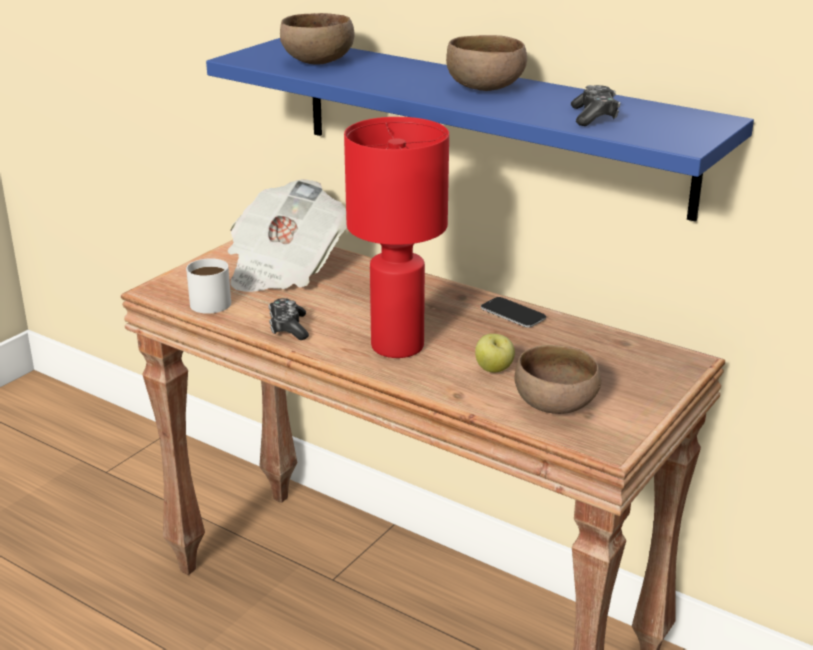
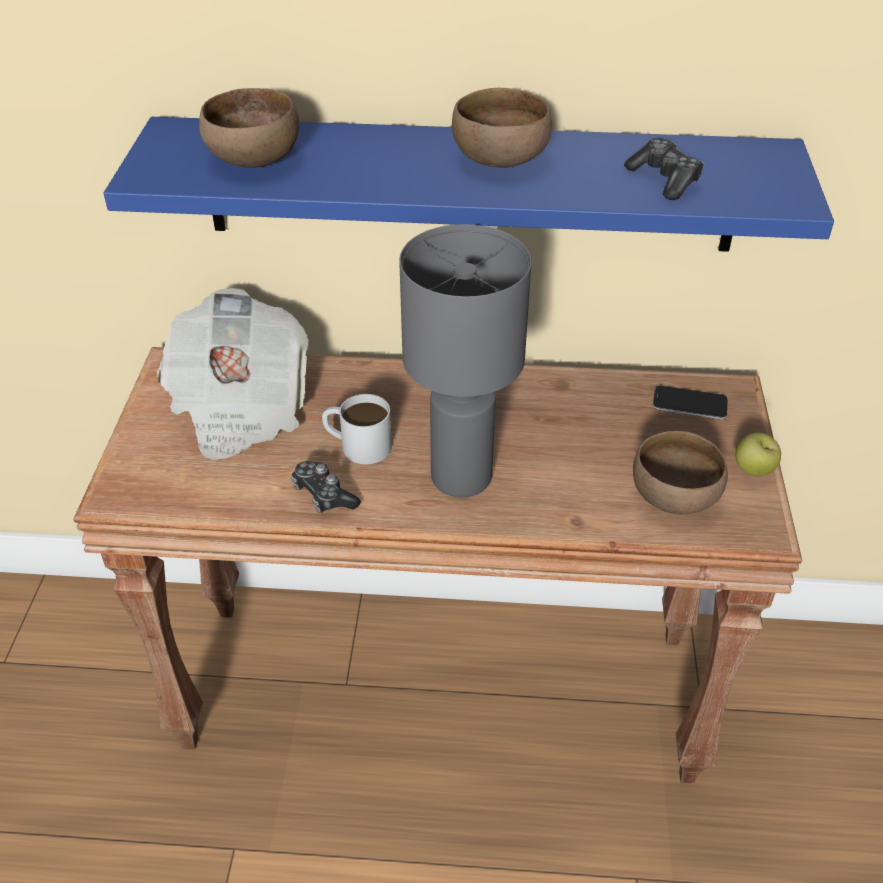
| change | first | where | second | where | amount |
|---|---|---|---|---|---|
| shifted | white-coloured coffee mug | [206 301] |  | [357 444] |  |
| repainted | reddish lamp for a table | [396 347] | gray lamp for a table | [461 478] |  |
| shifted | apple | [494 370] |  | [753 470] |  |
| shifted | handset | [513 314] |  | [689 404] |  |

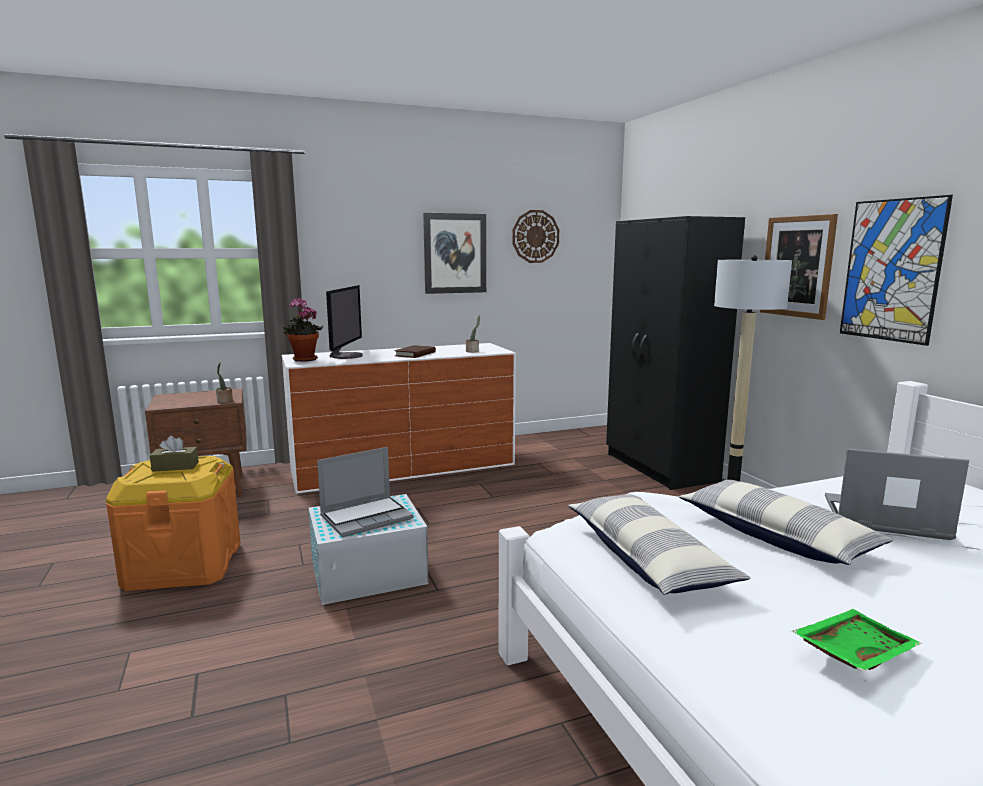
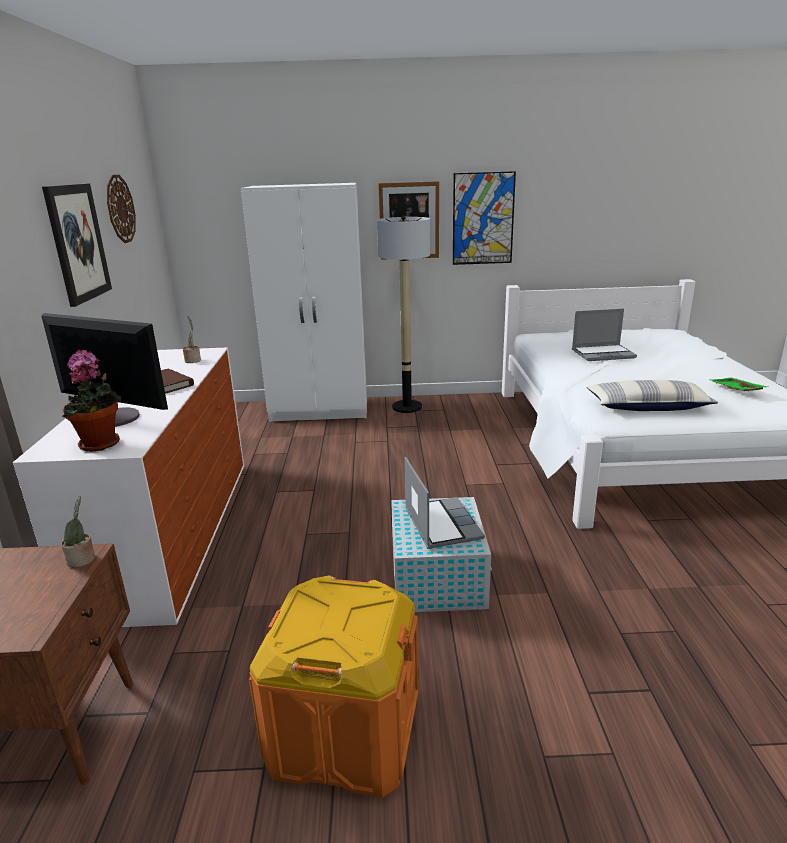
| change | first | where | second | where | amount |
|---|---|---|---|---|---|
| gone | brown-coloured box of tissues | [175 466] |  |  |  |
| repainted | black armoire | [660 468] | white-coloured armoire | [320 410] |  |
| gone | cushion | [776 536] |  |  |  |
| rotated | notebook computer | [883 519] |  | [603 354] | 135 degrees counterclockwise |

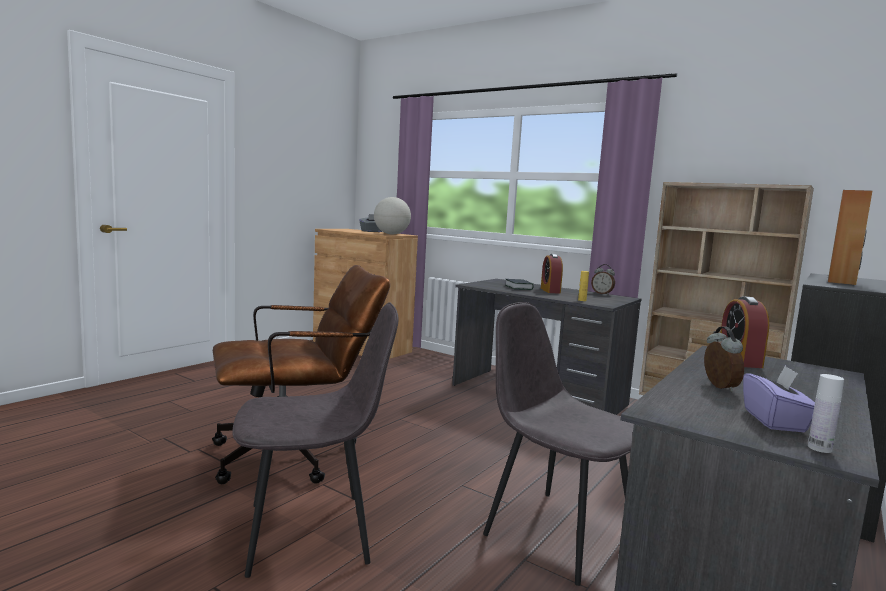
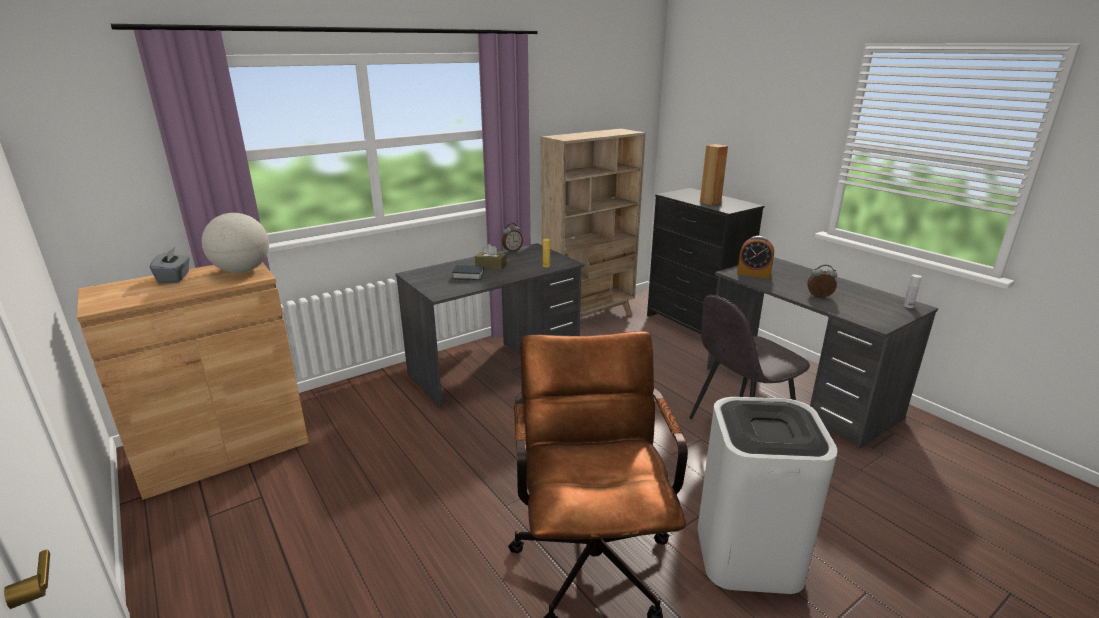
| change | first | where | second | where | amount |
|---|---|---|---|---|---|
| swapped | gray upright chair | [312 532] | white-coloured rubbish bin | [748 553] |  |
| swapped | alarm clock | [550 290] | brown-coloured box of tissues | [491 266] |  |
| gone | purple box of tissues | [775 421] |  |  |  |

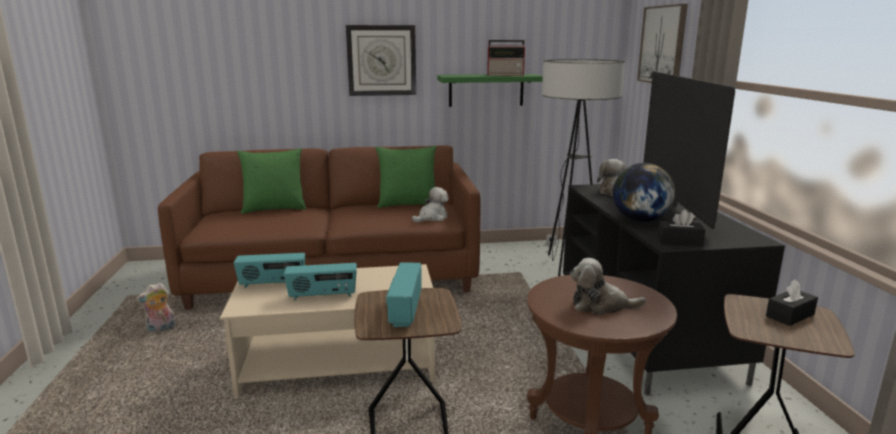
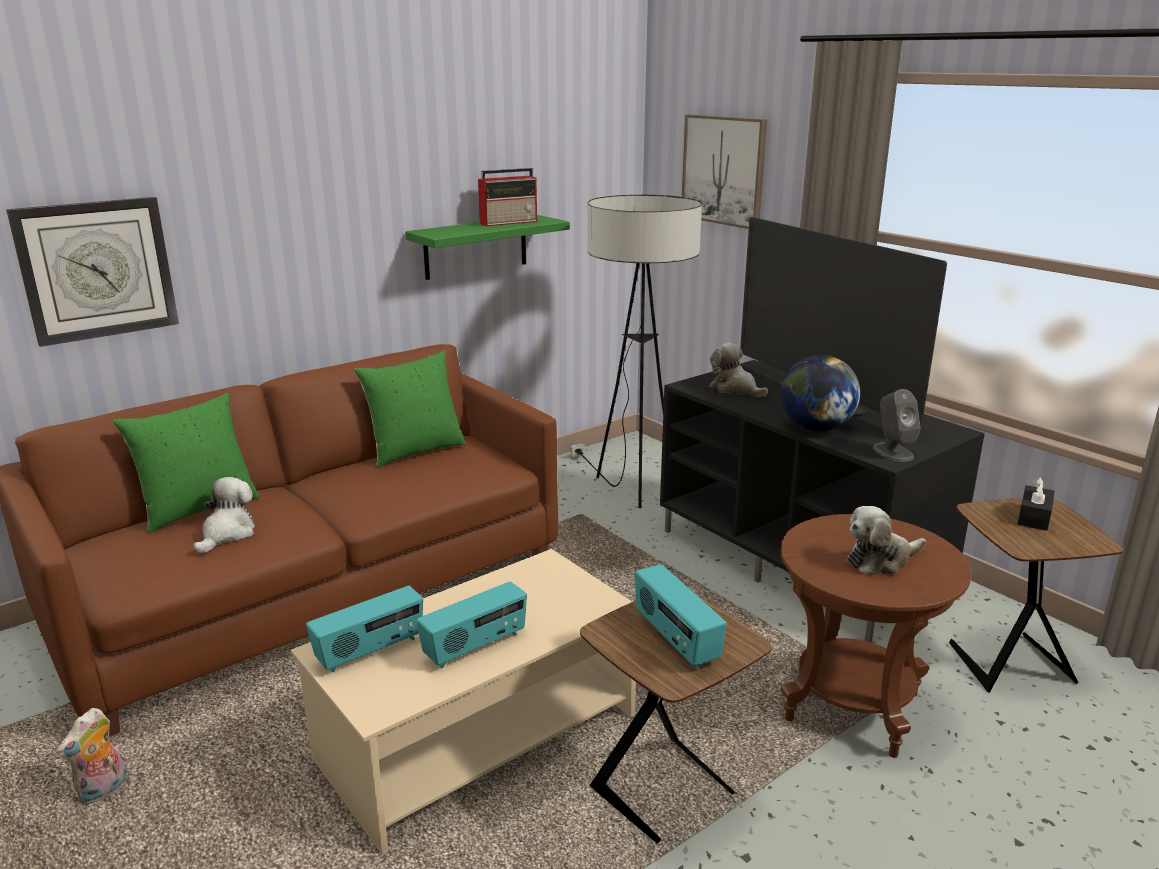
| change | first | where | second | where | amount |
|---|---|---|---|---|---|
| shifted | wall clock | [381 60] |  | [97 269] |  |
| shifted | plush toy | [432 218] |  | [227 534] |  |
| swapped | black box of tissues | [679 241] | gray loudspeaker | [892 452] |  |

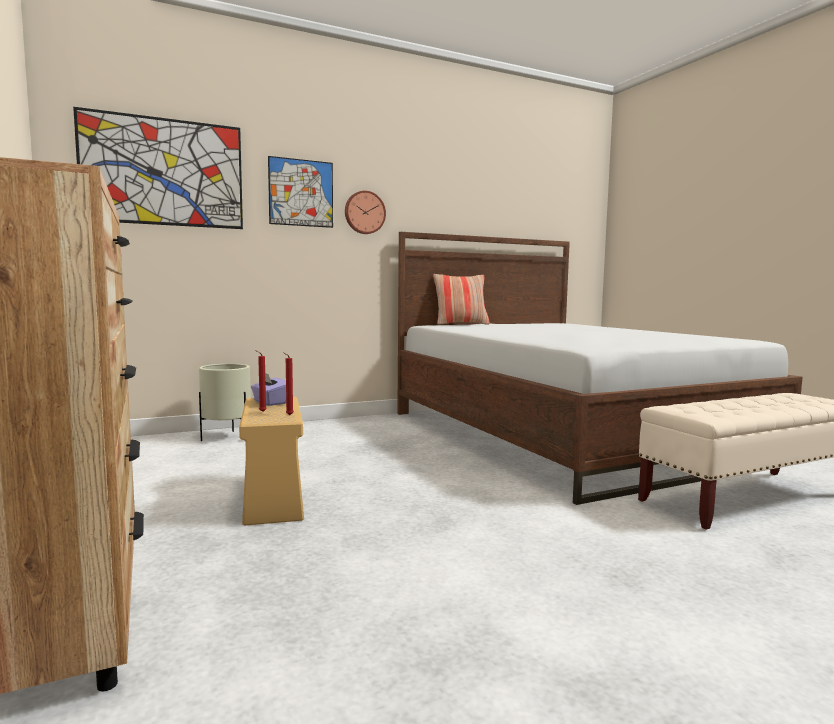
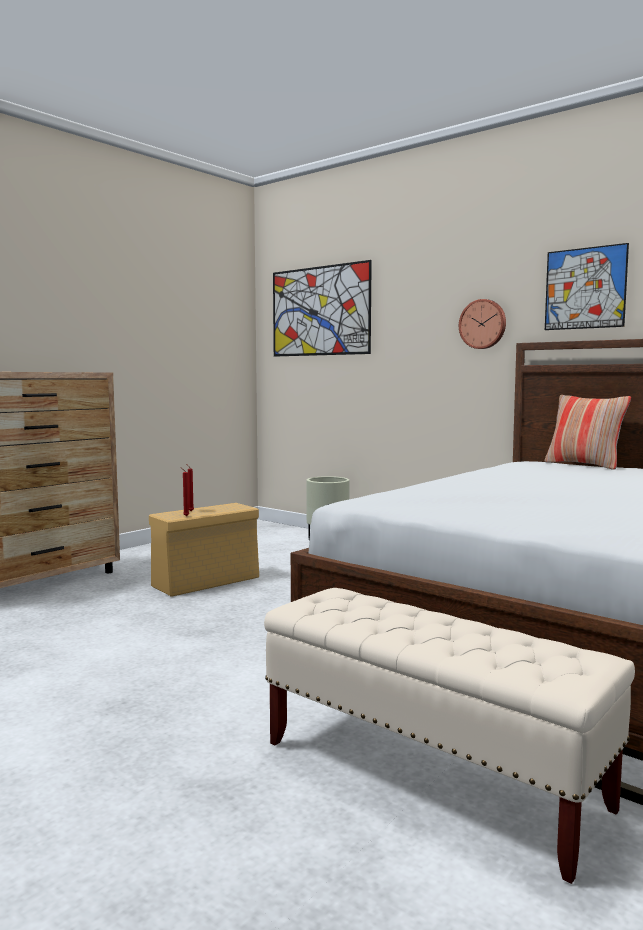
| change | first | where | second | where | amount |
|---|---|---|---|---|---|
| gone | purple box of tissues | [269 402] |  |  |  |
| shifted | wall art | [301 193] |  | [585 288] |  |

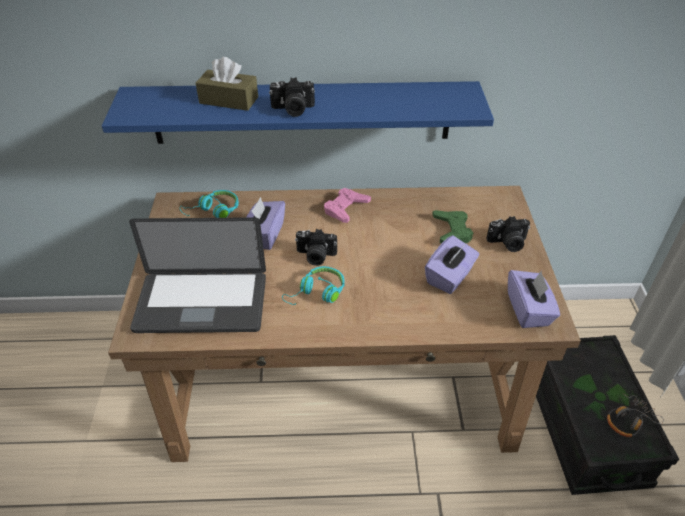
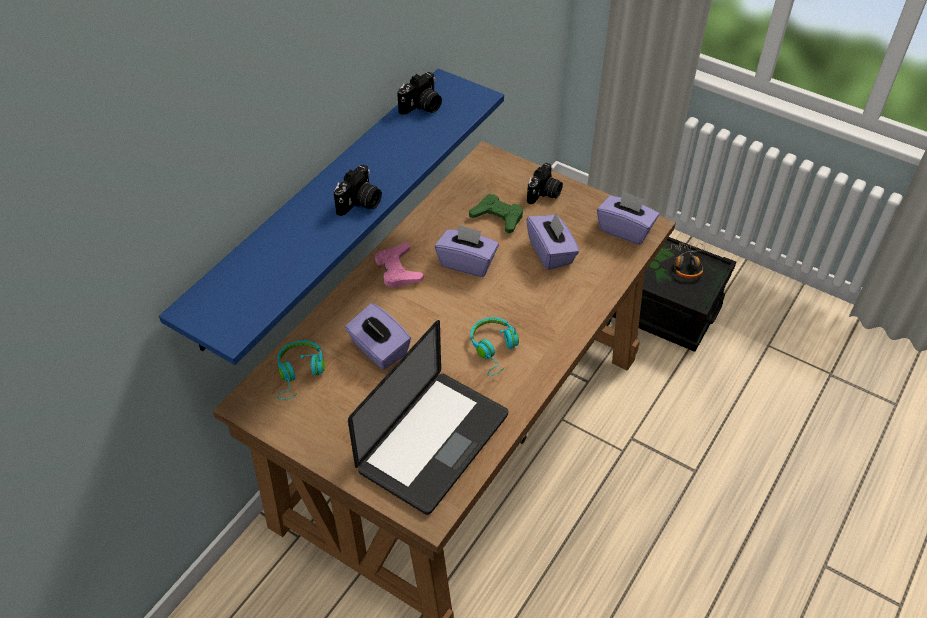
| change | first | where | second | where | amount |
|---|---|---|---|---|---|
| gone | brown-coloured box of tissues | [229 100] |  |  |  |
| shifted | still camera | [315 256] |  | [422 107] |  |
| new |  |  | purple box of tissues | [467 262] |  |

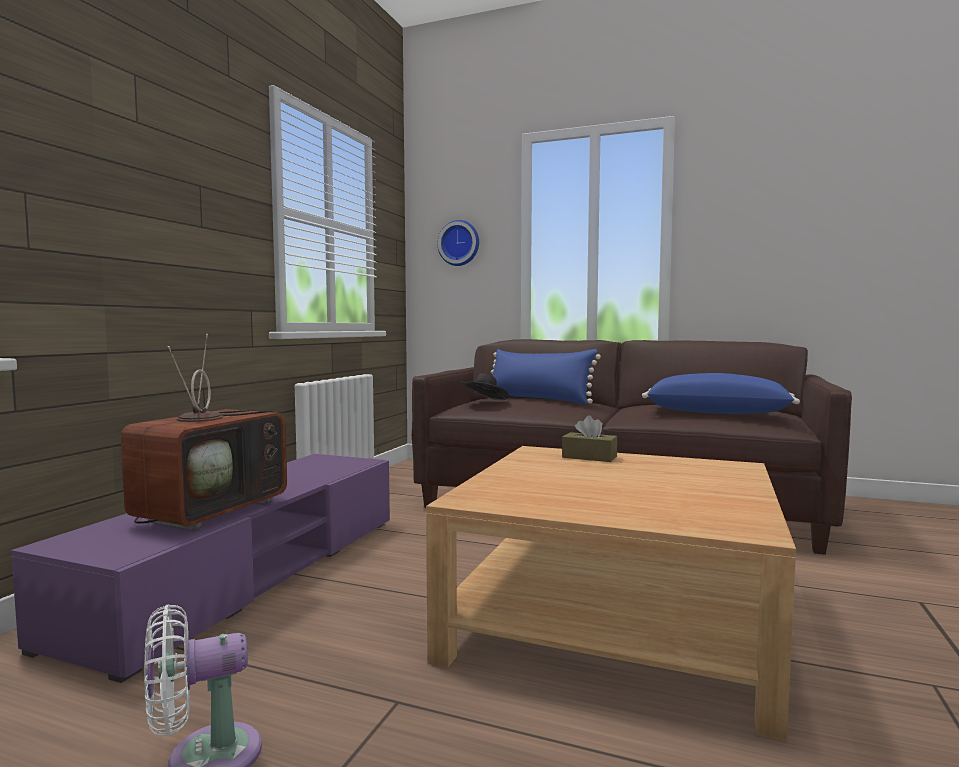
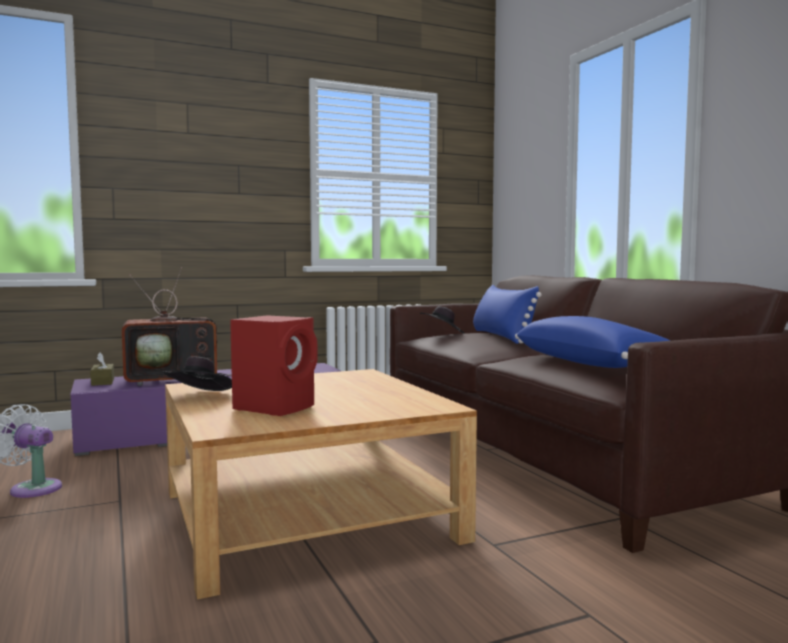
| change | first | where | second | where | amount |
|---|---|---|---|---|---|
| gone | wall clock | [459 243] |  |  |  |
| shifted | brown-coloured box of tissues | [589 457] |  | [103 382] |  |
| new |  |  | black wearable hat | [198 396] |  |
| new |  |  | reddish loudspeaker | [276 407] |  |

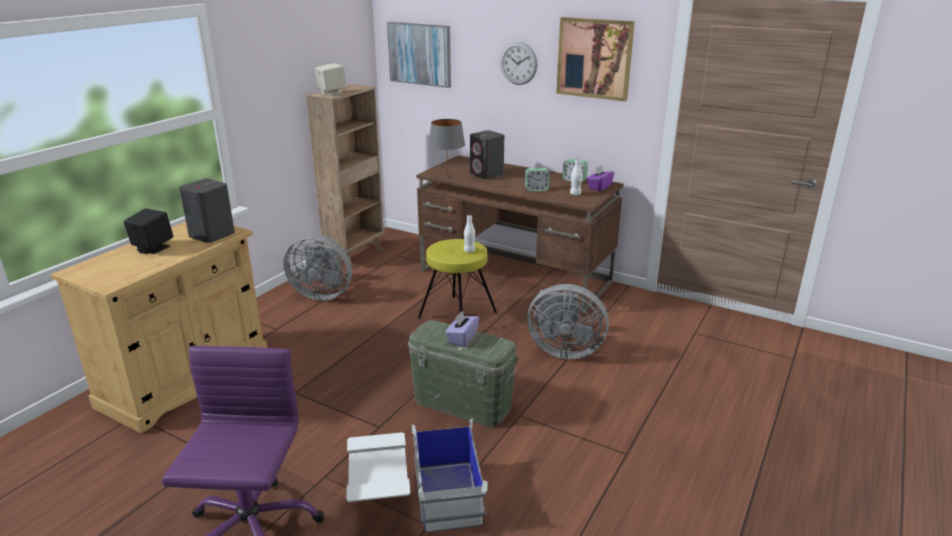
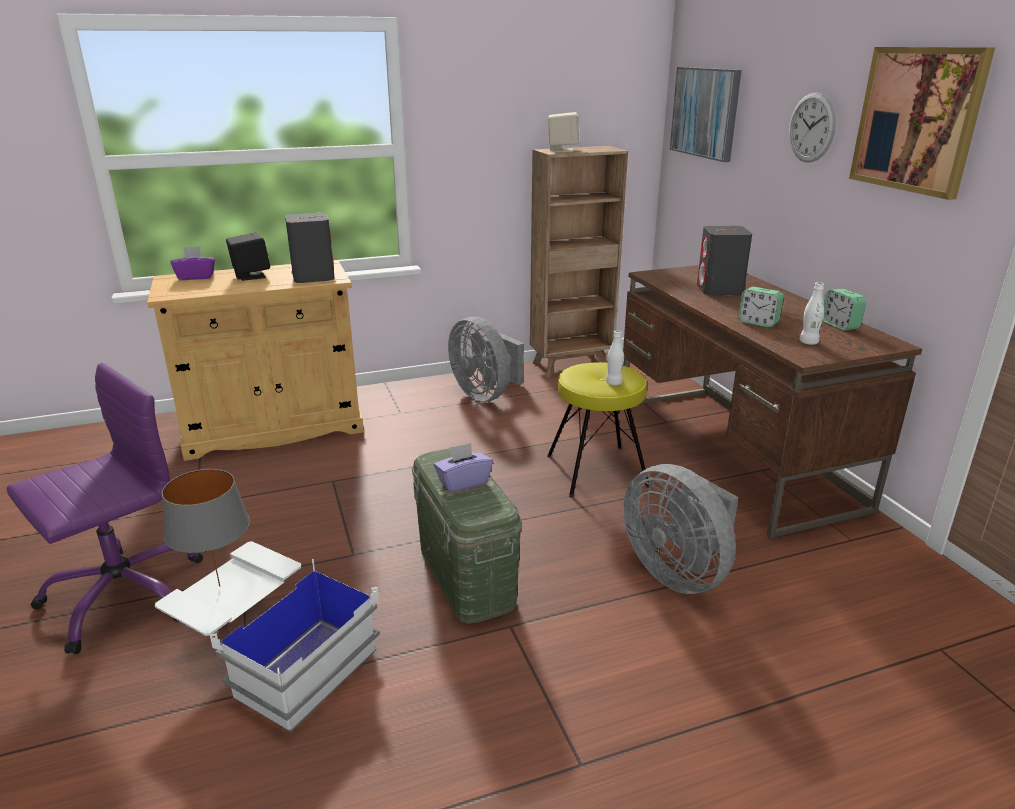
| change | first | where | second | where | amount |
|---|---|---|---|---|---|
| shifted | gray lamp for a table | [447 176] |  | [219 586] |  |
| shifted | purple box of tissues | [599 187] |  | [196 277] |  |

